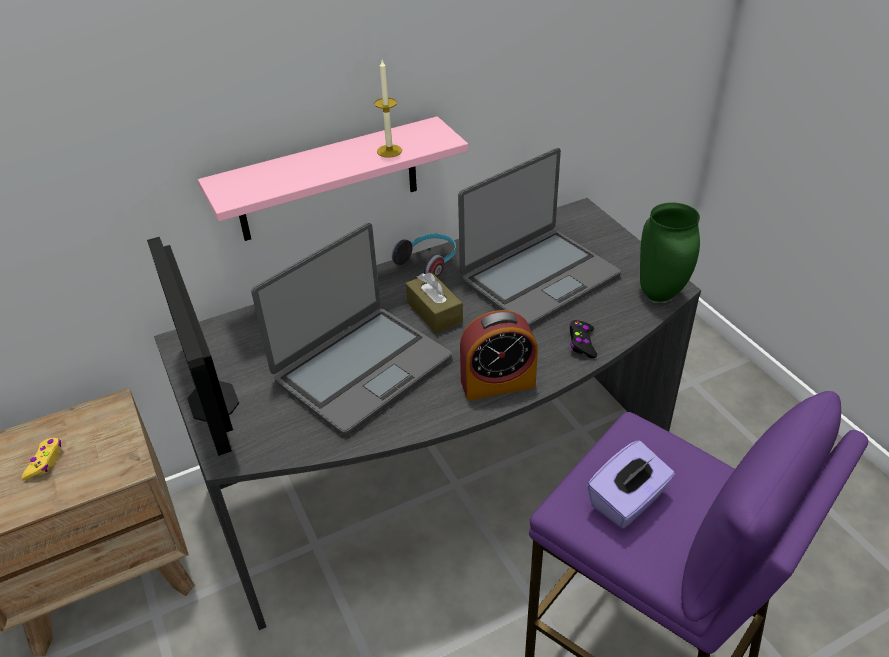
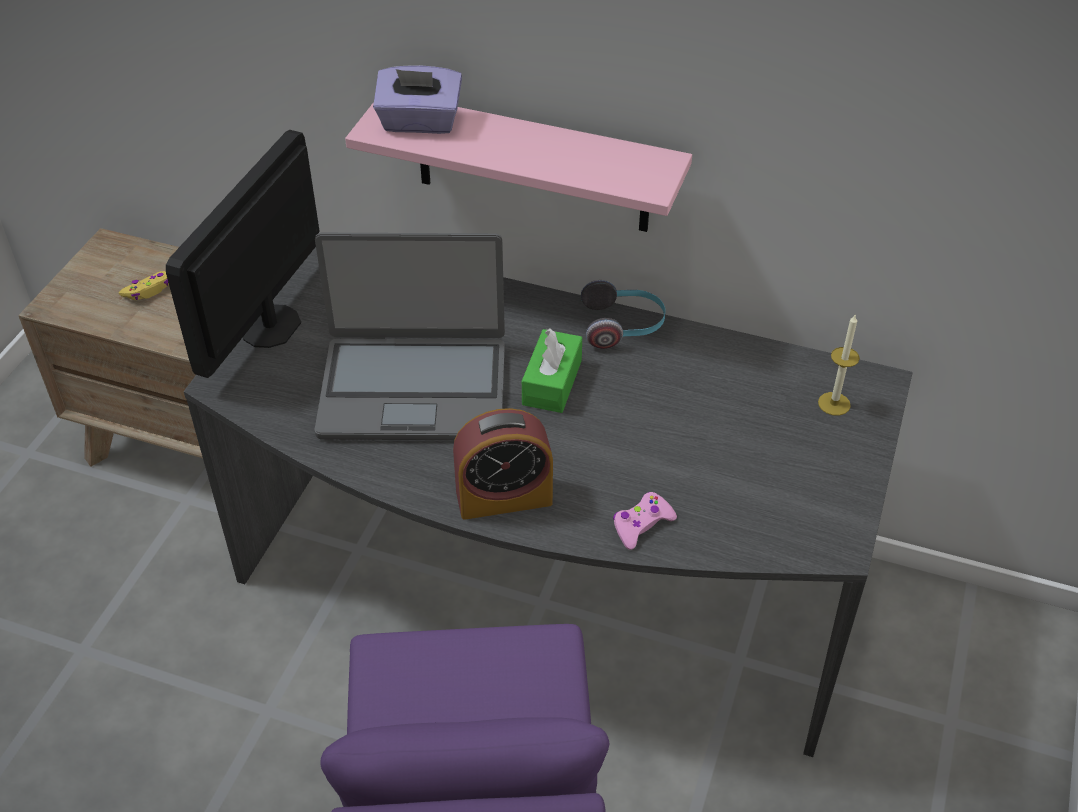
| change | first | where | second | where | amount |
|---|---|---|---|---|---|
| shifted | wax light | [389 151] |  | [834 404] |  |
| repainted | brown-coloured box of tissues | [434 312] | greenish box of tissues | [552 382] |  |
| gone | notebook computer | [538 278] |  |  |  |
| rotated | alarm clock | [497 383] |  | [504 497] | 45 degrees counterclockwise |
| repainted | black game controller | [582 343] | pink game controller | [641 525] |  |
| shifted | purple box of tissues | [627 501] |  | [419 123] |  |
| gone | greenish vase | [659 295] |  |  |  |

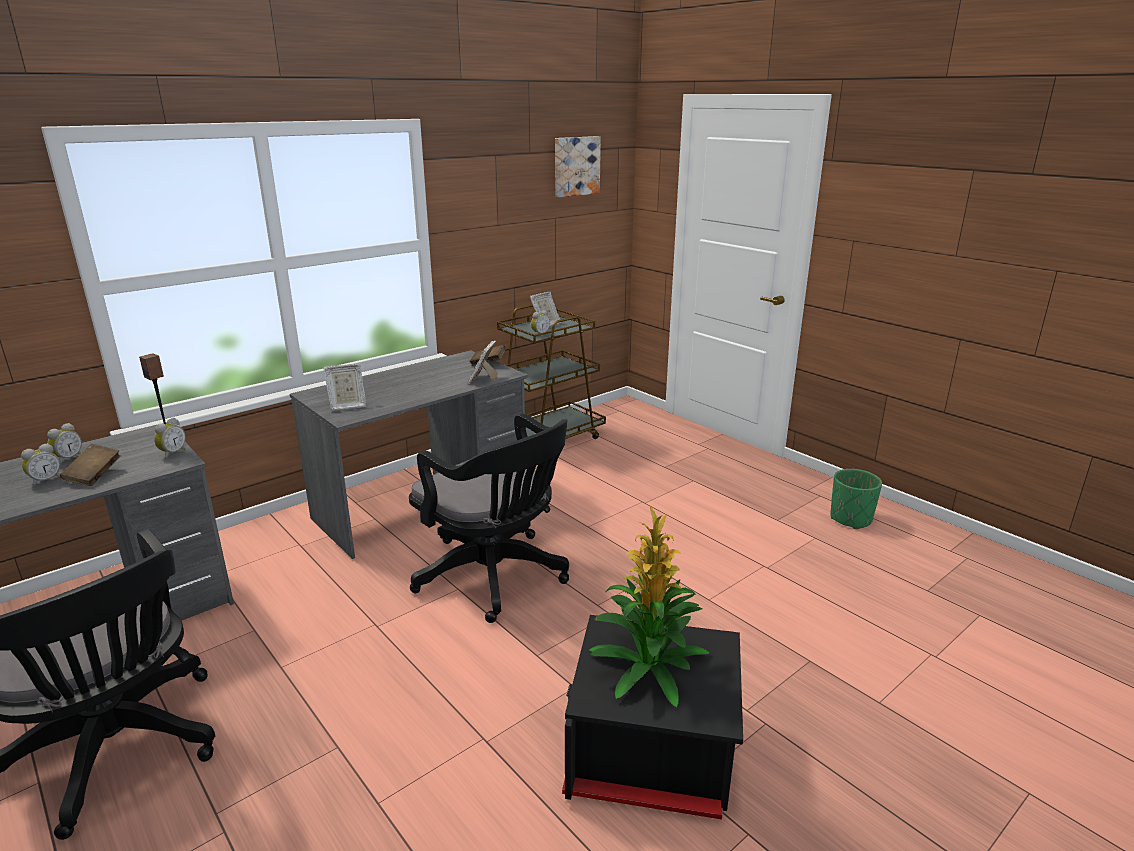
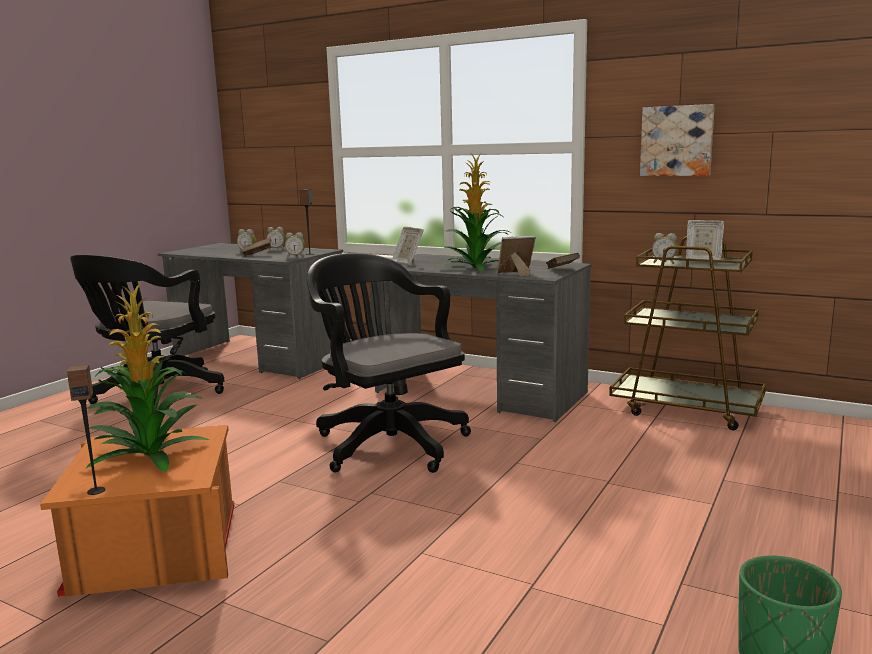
| change | first | where | second | where | amount |
|---|---|---|---|---|---|
| rotated | black office chair | [496 577] |  | [387 442] | 120 degrees clockwise |
| shifted | wall art | [575 166] |  | [677 141] |  |
| repainted | black storage container | [652 752] | orange storage container | [154 554] |  |
| new |  |  | loudspeaker | [96 491] |  |
| new |  |  | potted plant | [476 267] |  |

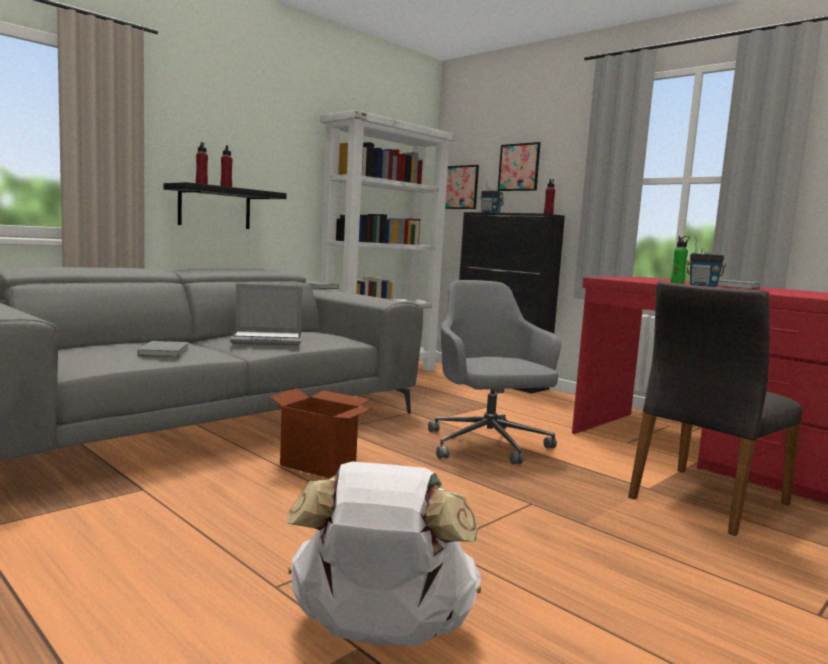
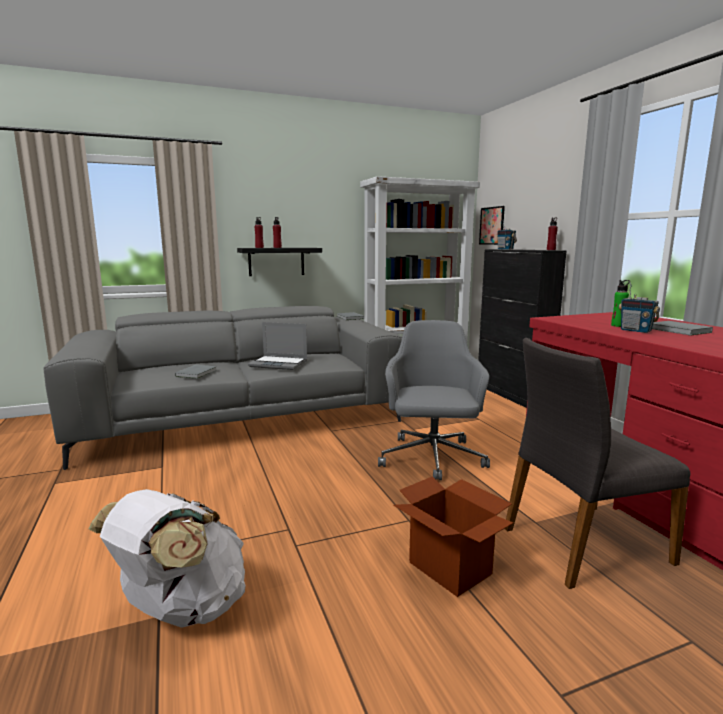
| change | first | where | second | where | amount |
|---|---|---|---|---|---|
| shifted | packing box | [318 464] |  | [450 568] |  |
| gone | wall art | [519 167] |  |  |  |

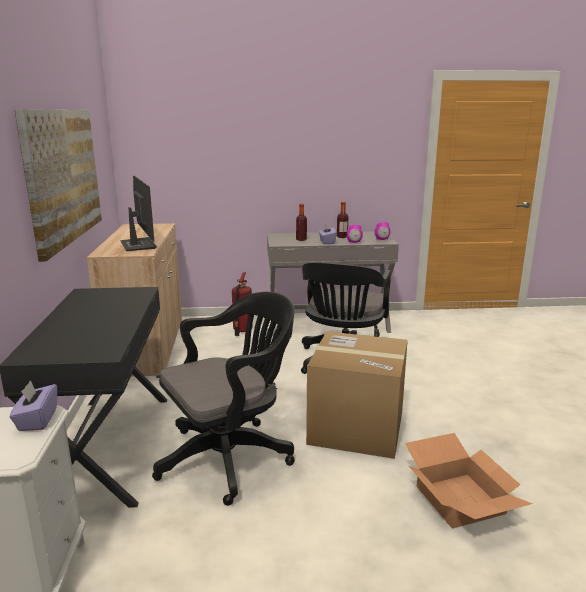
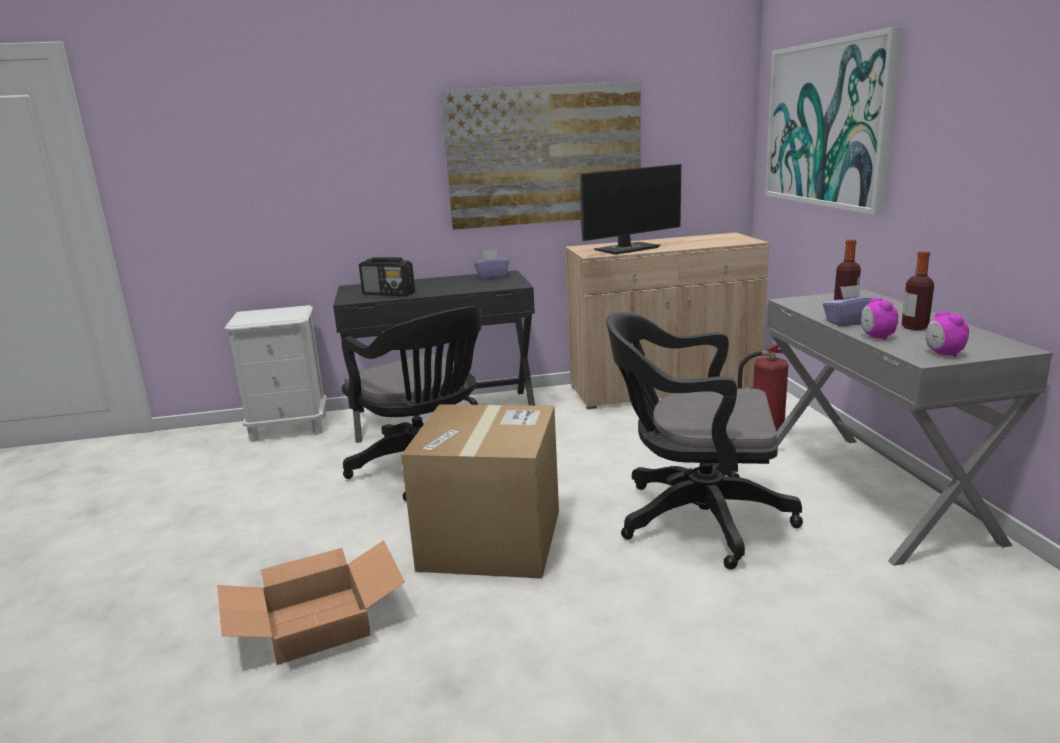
| change | first | where | second | where | amount |
|---|---|---|---|---|---|
| shifted | purple box of tissues | [37 420] |  | [492 276] |  |
| new |  |  | radio | [389 294] |  |
| new |  |  | wall art | [827 124] |  |

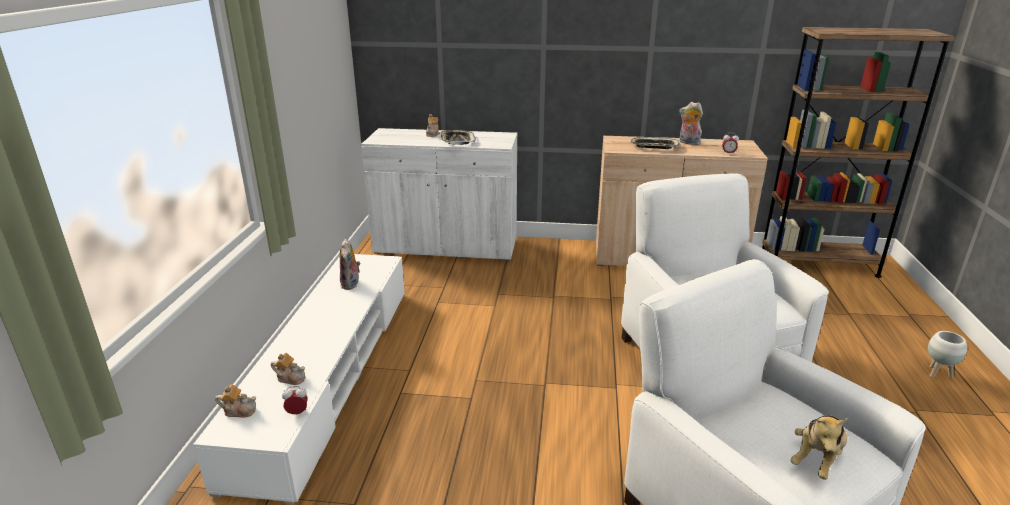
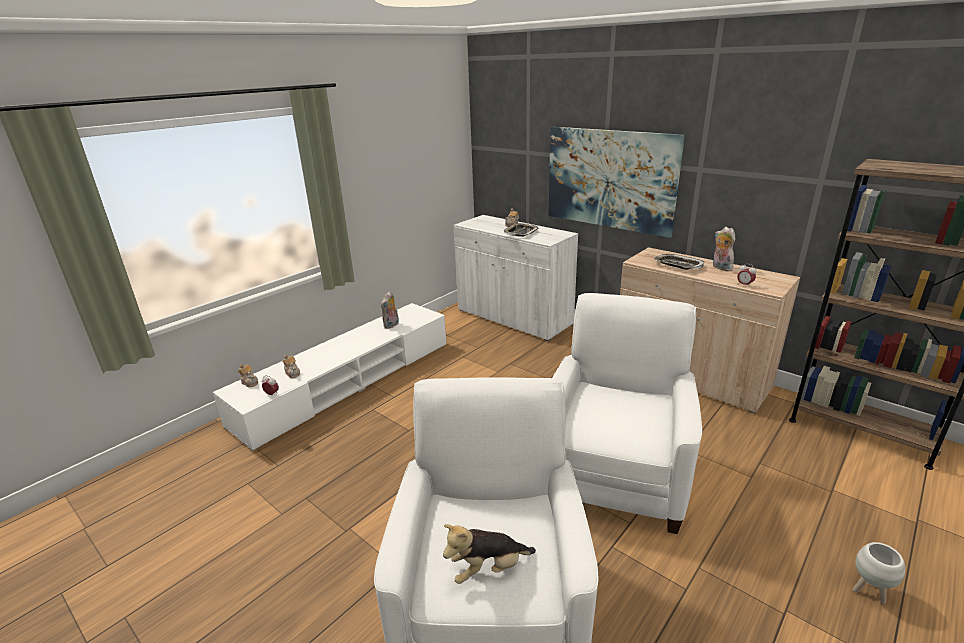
| change | first | where | second | where | amount |
|---|---|---|---|---|---|
| new |  |  | wall art | [610 179] |  |

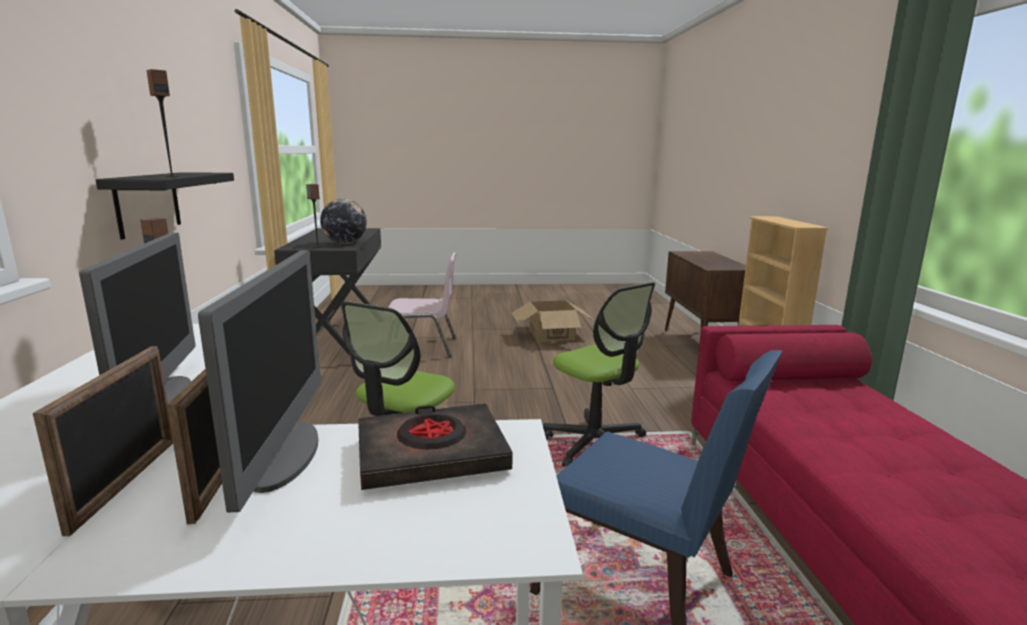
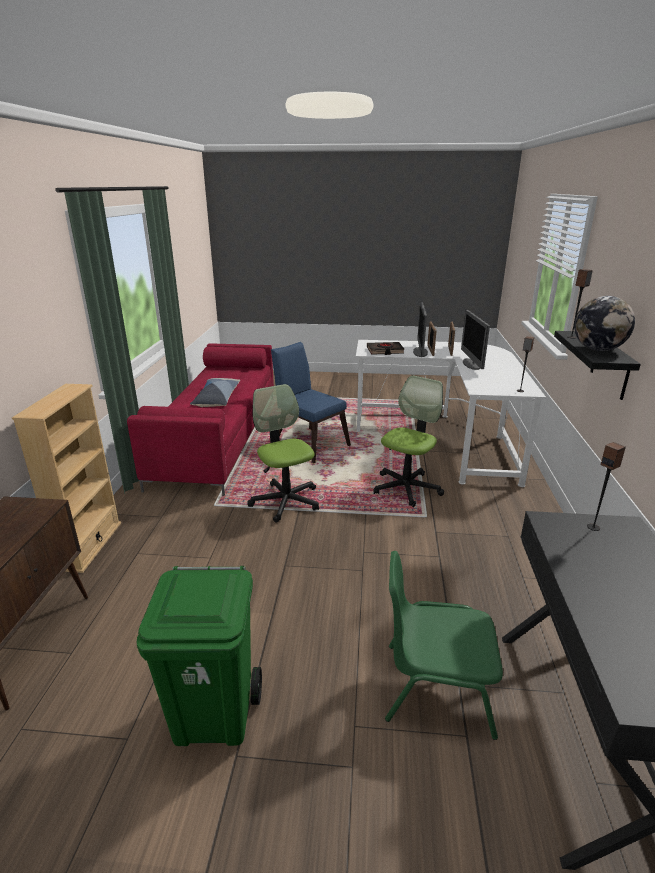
| change | first | where | second | where | amount |
|---|---|---|---|---|---|
| shifted | desk globe | [345 243] |  | [597 350] |  |
| repainted | pink upright chair | [422 347] | greenish upright chair | [435 686] |  |
| swapped | packing box | [551 335] | greenish rubbish bin | [215 716] |  |
| new |  |  | cushion | [217 399] |  |

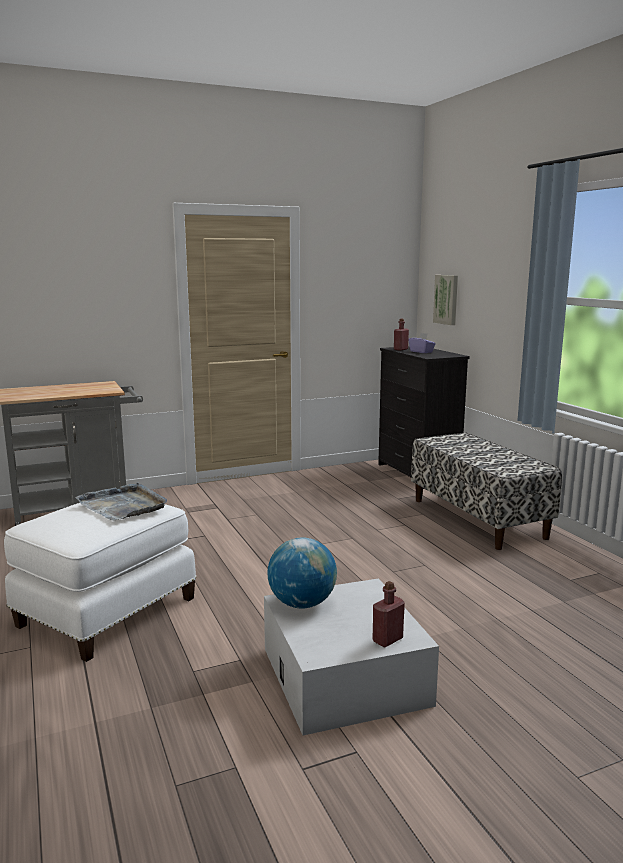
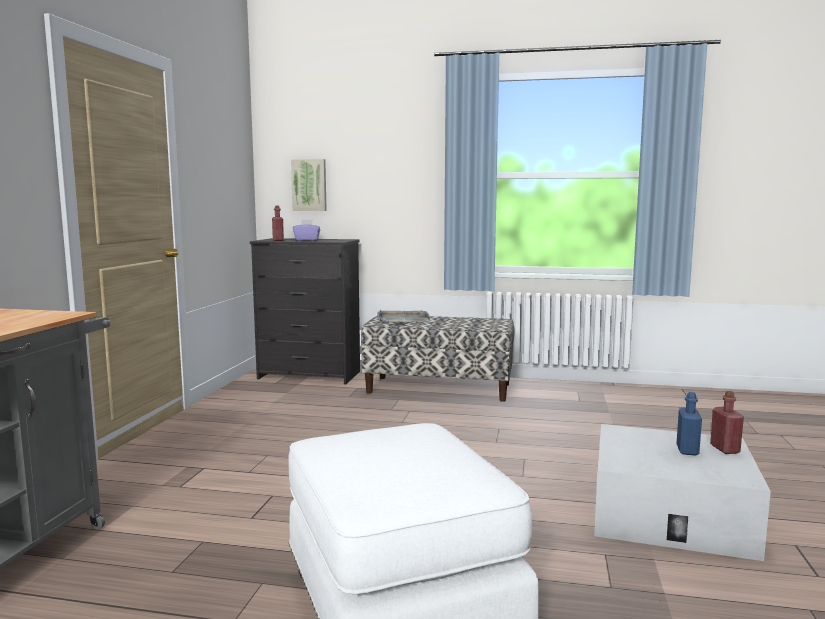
| change | first | where | second | where | amount |
|---|---|---|---|---|---|
| shifted | gray carrying tray | [123 505] |  | [402 319] |  |
| gone | desk globe | [302 603] |  |  |  |
| new |  |  | blue-coloured beverage bottle | [687 450] |  |

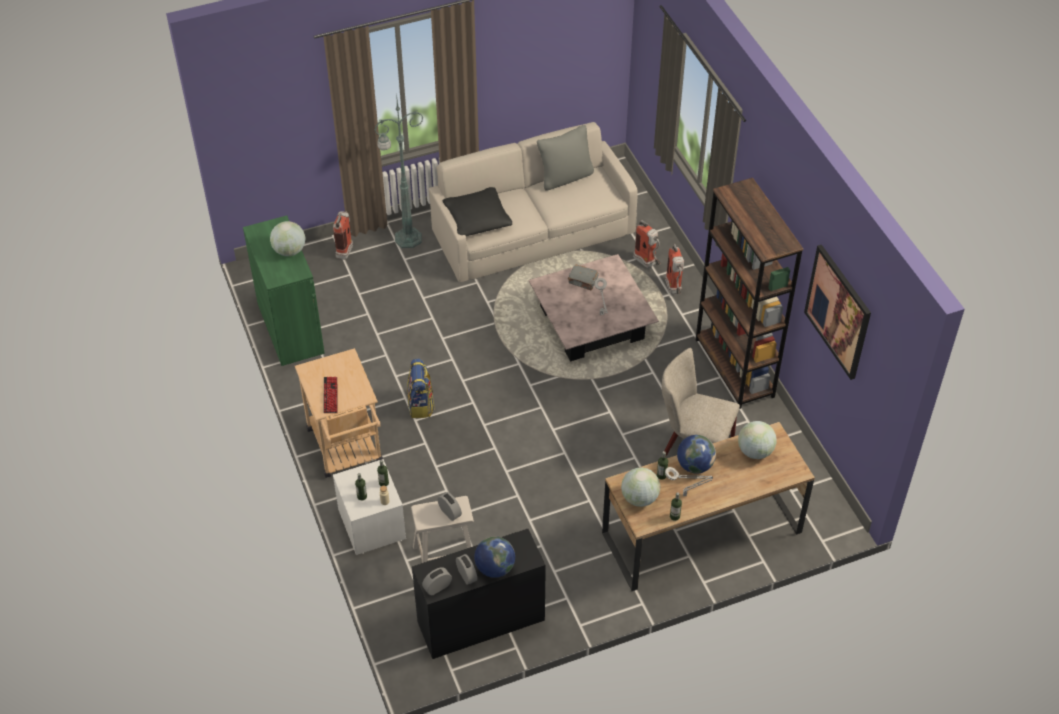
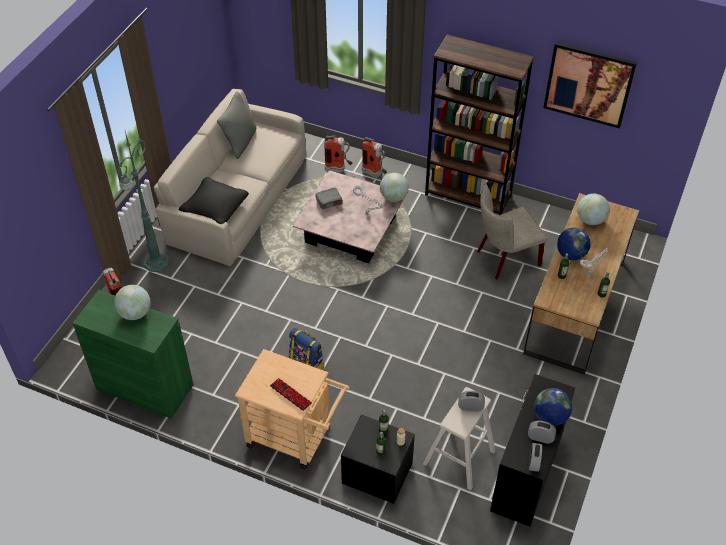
| change | first | where | second | where | amount |
|---|---|---|---|---|---|
| repainted | white-coloured bedside table | [371 524] | black bedside table | [376 474] |  |
| shifted | desk globe | [639 498] |  | [393 197] |  |

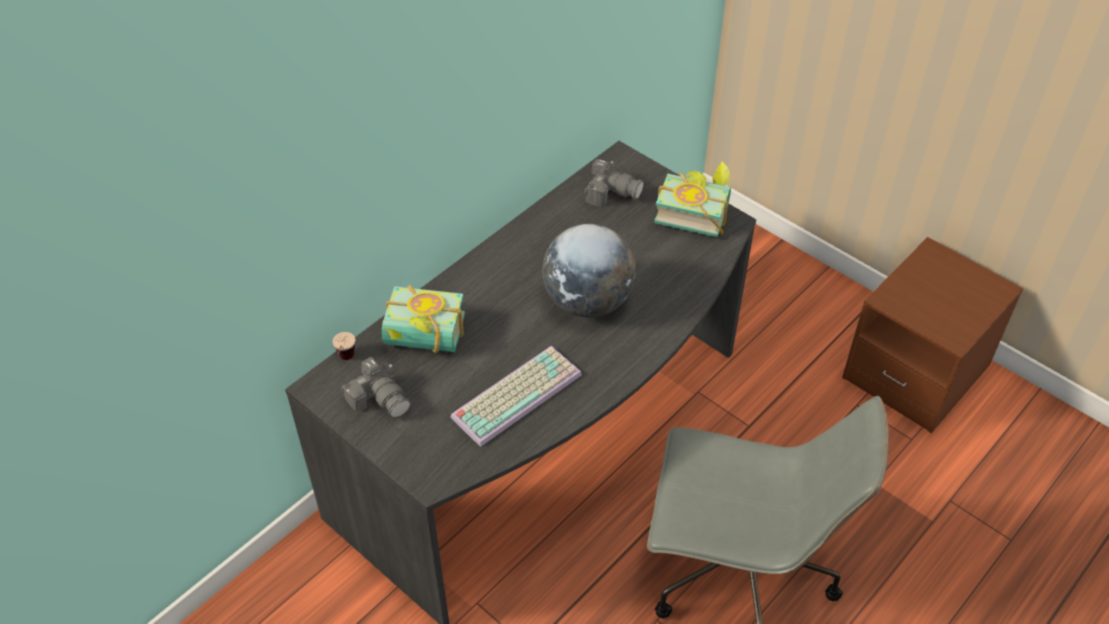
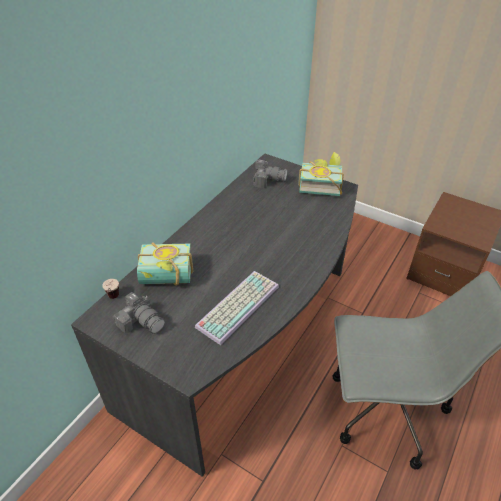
| change | first | where | second | where | amount |
|---|---|---|---|---|---|
| gone | desk globe | [588 301] |  |  |  |

